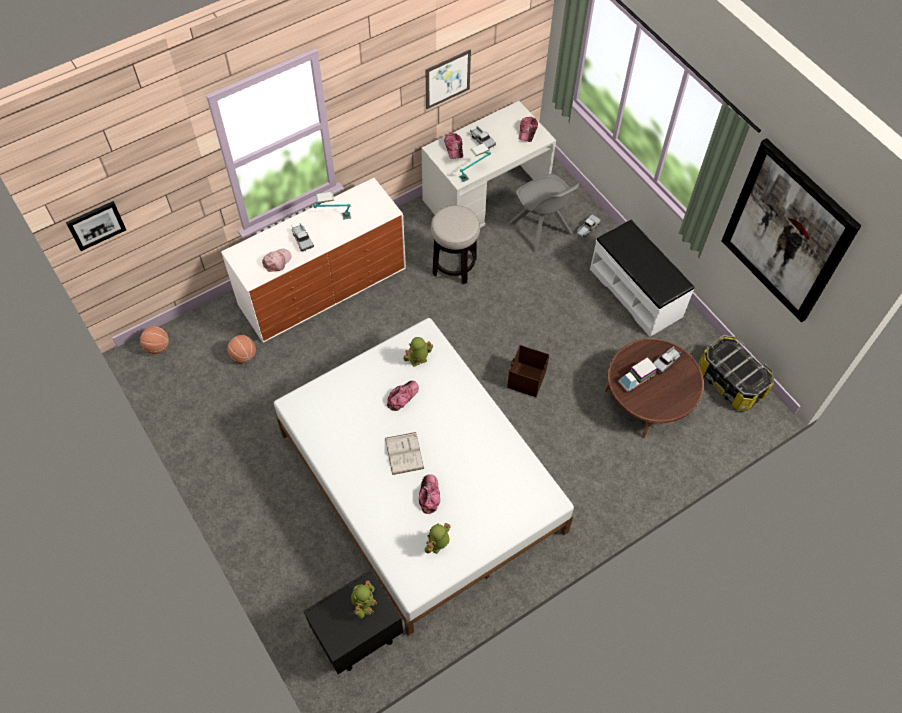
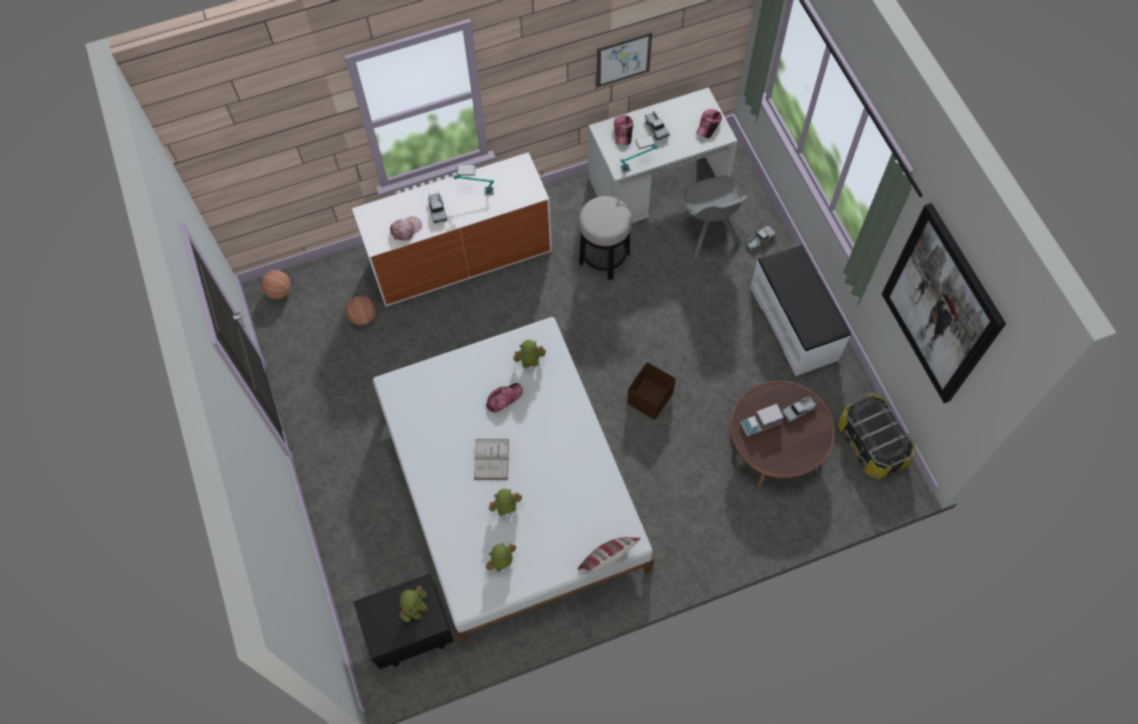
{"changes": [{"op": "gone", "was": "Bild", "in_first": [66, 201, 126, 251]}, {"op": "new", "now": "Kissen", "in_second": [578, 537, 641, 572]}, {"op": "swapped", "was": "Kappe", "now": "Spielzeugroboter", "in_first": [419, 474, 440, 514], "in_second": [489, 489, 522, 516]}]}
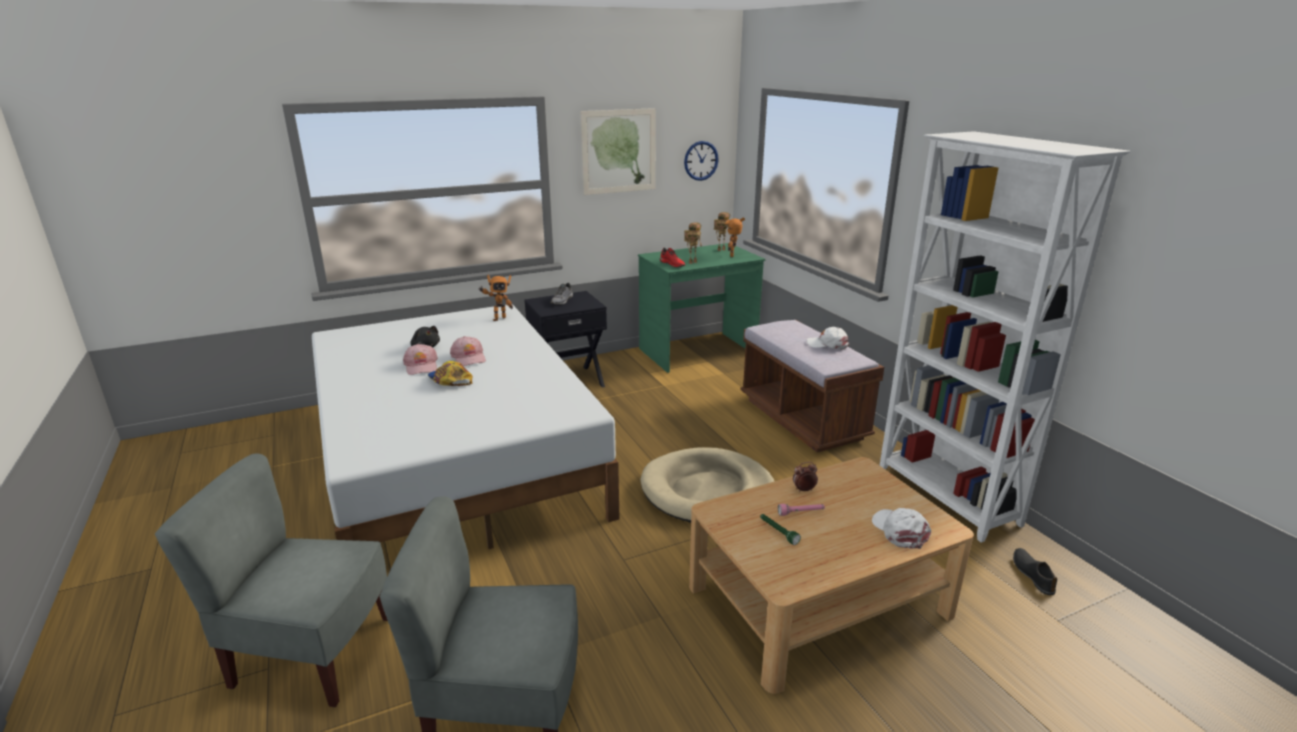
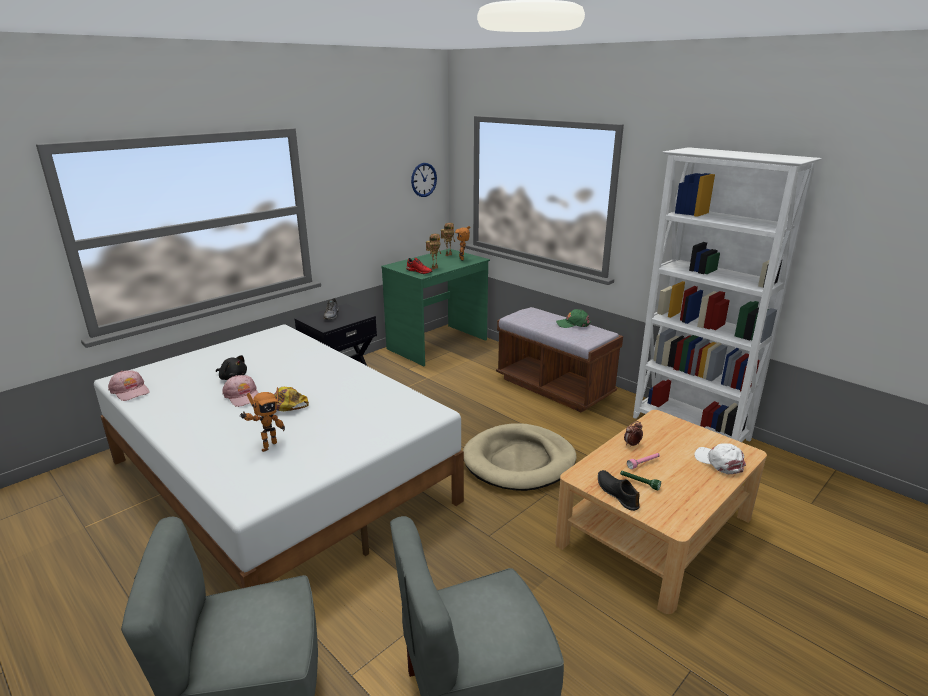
{"changes": [{"op": "gone", "was": "Bild", "in_first": [580, 108, 656, 195]}, {"op": "shifted", "was": "Kappe (rosa)", "in_first": [450, 336, 486, 366], "in_second": [108, 370, 150, 401]}, {"op": "shifted", "was": "Spielzeugroboter", "in_first": [479, 274, 513, 321], "in_second": [240, 387, 285, 452]}, {"op": "shifted", "was": "Schuh (schwarz)", "in_first": [1013, 548, 1057, 595], "in_second": [598, 470, 640, 511]}, {"op": "repainted", "was": "Kappe (weiß)", "now": "Kappe (grün)", "in_first": [807, 327, 849, 350], "in_second": [556, 309, 591, 328]}]}
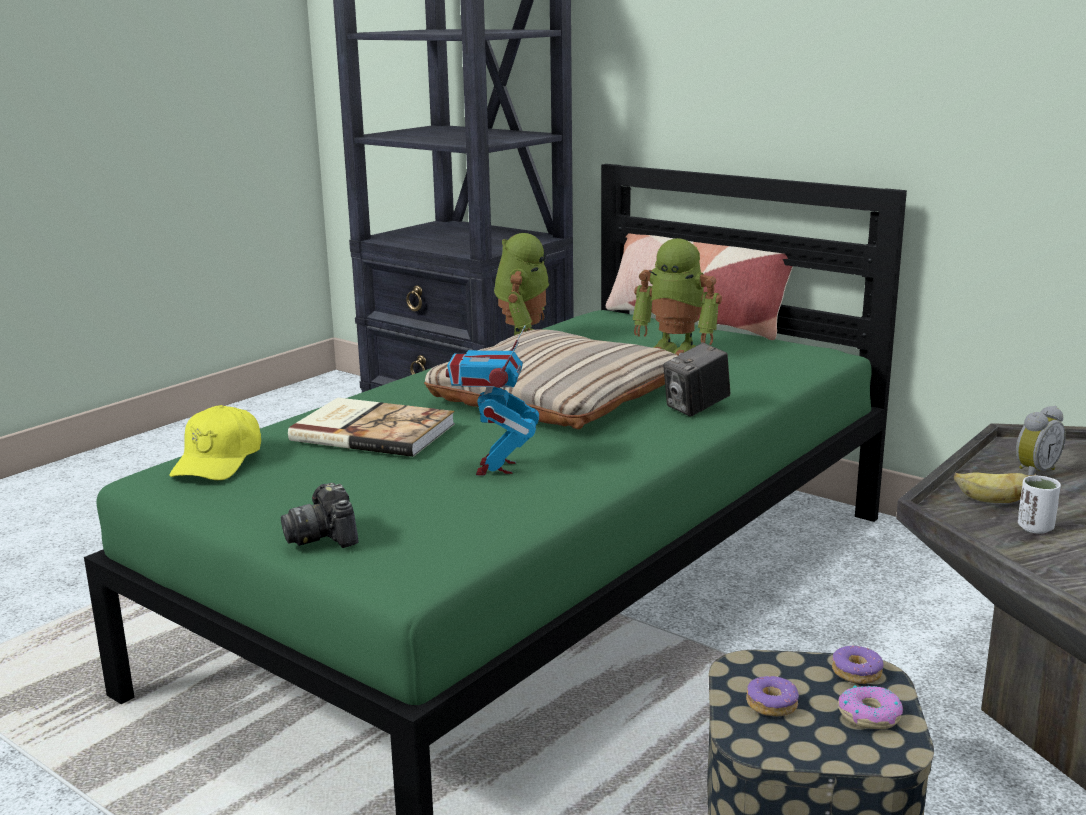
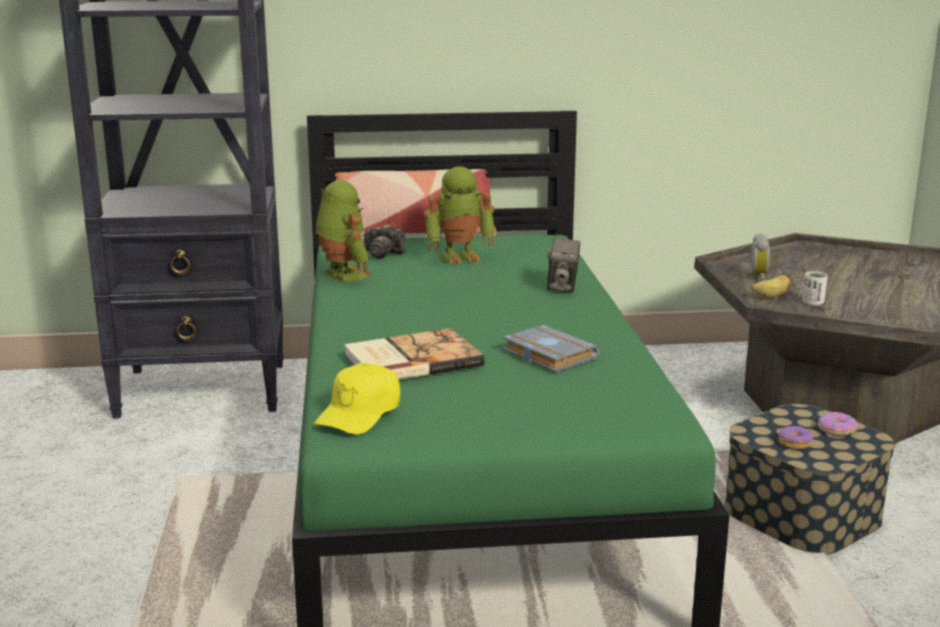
{"changes": [{"op": "gone", "was": "Kissen (beige)", "in_first": [424, 329, 678, 429]}, {"op": "gone", "was": "Donut", "in_first": [832, 646, 884, 684]}, {"op": "shifted", "was": "Kamera", "in_first": [281, 483, 359, 548], "in_second": [363, 224, 406, 259]}, {"op": "swapped", "was": "Spielzeugroboter", "now": "Buch (grau)", "in_first": [446, 326, 539, 476], "in_second": [502, 325, 599, 372]}, {"op": "rotated", "was": "Kappe (gelb)", "in_first": [169, 405, 261, 480], "in_second": [314, 363, 400, 435], "clockwise": 60}]}
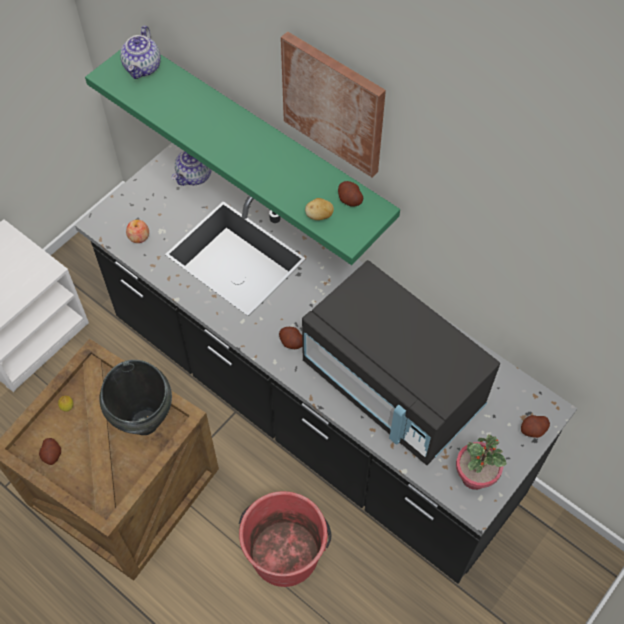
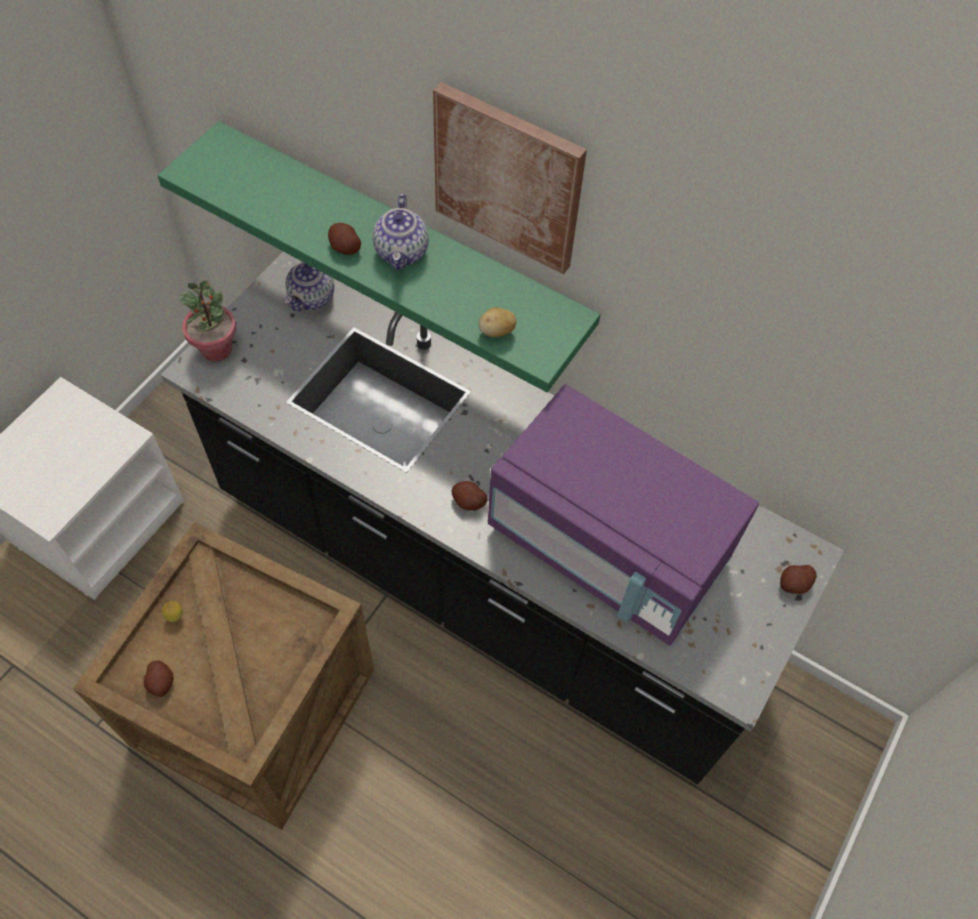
{"changes": [{"op": "gone", "was": "Kochtopf (schwarz)", "in_first": [99, 360, 172, 435]}, {"op": "gone", "was": "Apfel", "in_first": [126, 220, 149, 243]}, {"op": "gone", "was": "Eimer (rot)", "in_first": [239, 491, 332, 587]}, {"op": "shifted", "was": "Teekanne", "in_first": [120, 26, 161, 79], "in_second": [373, 194, 429, 270]}, {"op": "shifted", "was": "Kartoffel", "in_first": [338, 181, 363, 206], "in_second": [328, 223, 361, 255]}, {"op": "shifted", "was": "Topfpflanze", "in_first": [456, 434, 507, 490], "in_second": [179, 281, 236, 362]}, {"op": "repainted", "was": "Mikrowelle (schwarz)", "now": "Mikrowelle (lila)", "in_first": [302, 260, 500, 465], "in_second": [488, 384, 759, 646]}]}
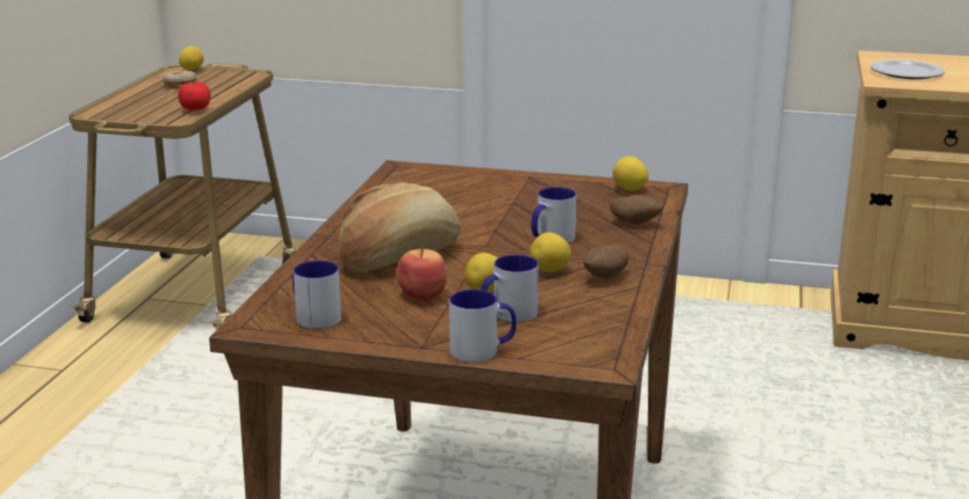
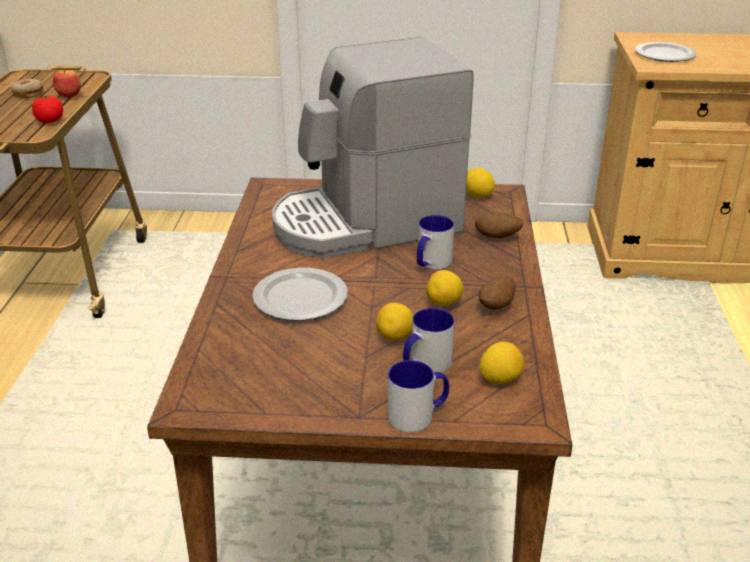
{"changes": [{"op": "gone", "was": "Henkelbecher", "in_first": [292, 260, 341, 329]}, {"op": "new", "now": "Kaffeemaschine", "in_second": [272, 37, 474, 259]}, {"op": "shifted", "was": "Zitrone", "in_first": [179, 46, 204, 70], "in_second": [480, 342, 524, 384]}, {"op": "shifted", "was": "Apfel", "in_first": [396, 248, 447, 302], "in_second": [53, 69, 81, 98]}, {"op": "swapped", "was": "Brot", "now": "Teller", "in_first": [339, 183, 461, 272], "in_second": [252, 268, 348, 321]}]}
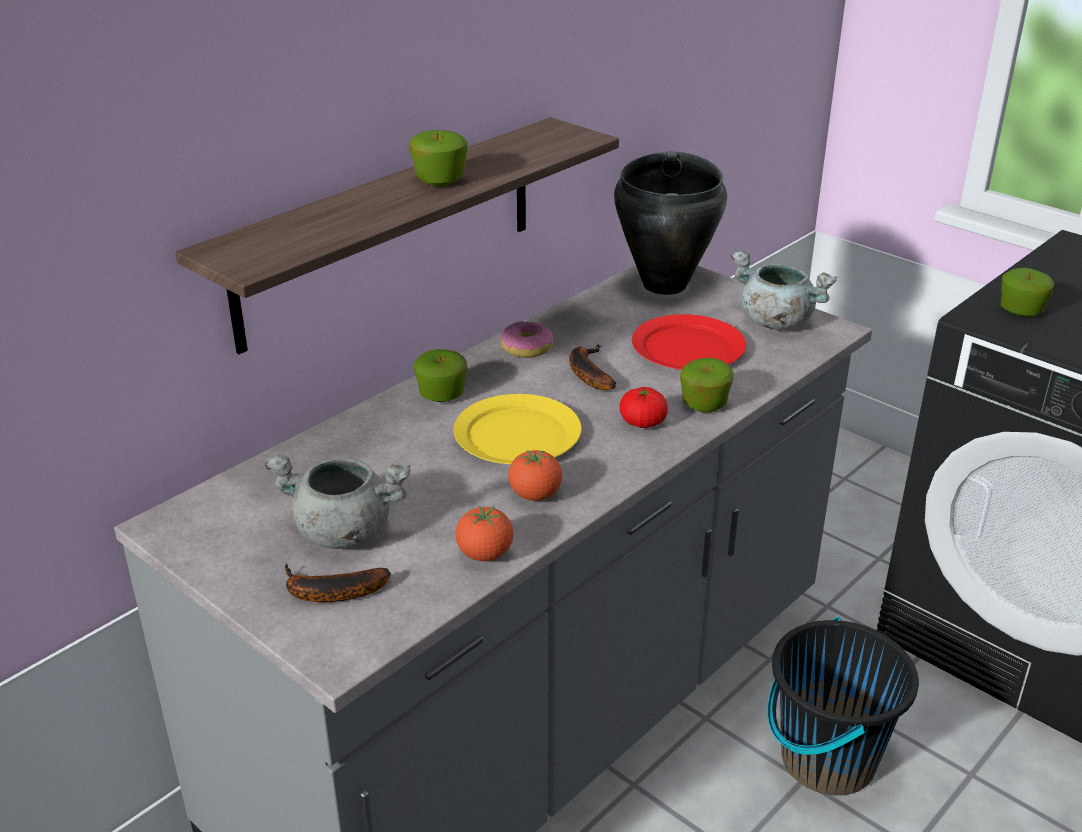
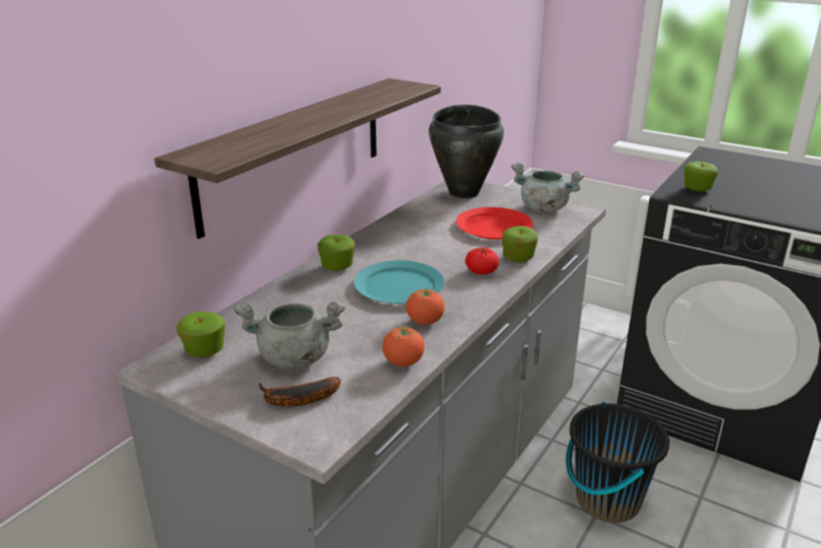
{"changes": [{"op": "gone", "was": "Donut", "in_first": [500, 321, 553, 358]}, {"op": "gone", "was": "Banane", "in_first": [569, 344, 616, 390]}, {"op": "shifted", "was": "Apfel", "in_first": [409, 130, 468, 187], "in_second": [176, 312, 225, 358]}, {"op": "repainted", "was": "Teller (gelb)", "now": "Teller (türkis)", "in_first": [453, 394, 582, 464], "in_second": [354, 260, 444, 304]}]}
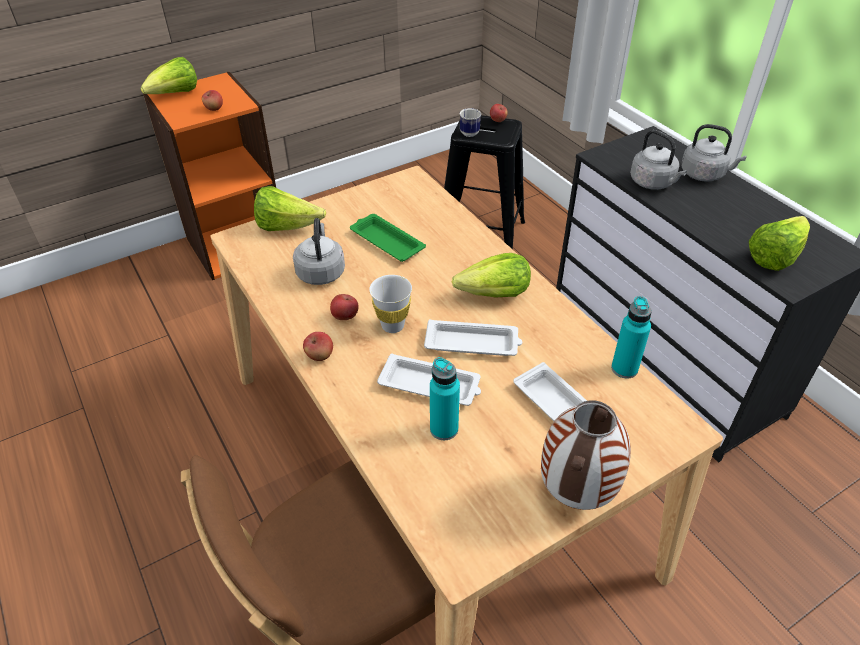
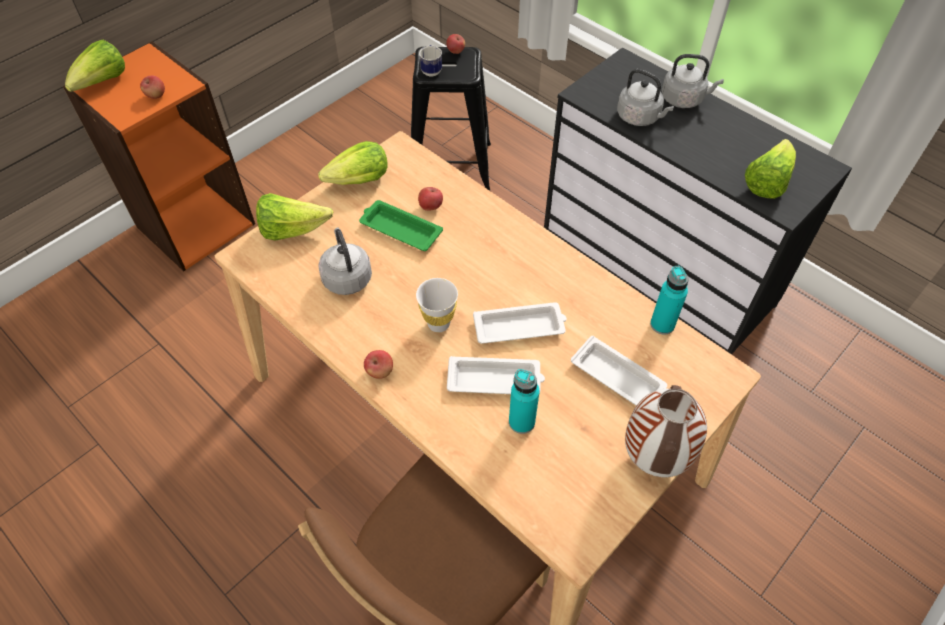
{"changes": [{"op": "shifted", "was": "Apfel", "in_first": [330, 294, 359, 320], "in_second": [418, 187, 443, 211]}, {"op": "shifted", "was": "Salatkopf", "in_first": [452, 253, 531, 298], "in_second": [318, 141, 388, 185]}]}
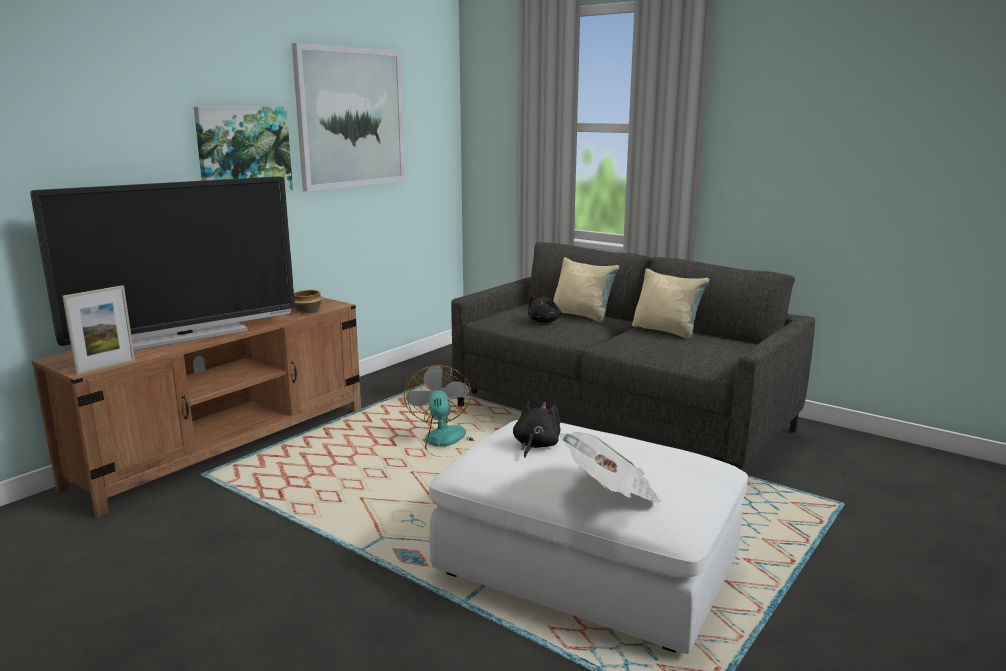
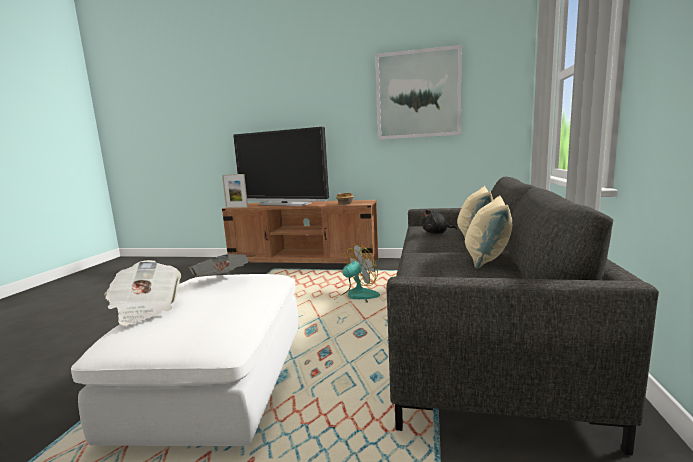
{"changes": [{"op": "gone", "was": "Bild", "in_first": [194, 107, 293, 192]}, {"op": "swapped", "was": "Plüschtier (schwarz)", "now": "Zeitung", "in_first": [513, 401, 560, 458], "in_second": [189, 254, 249, 276]}]}
